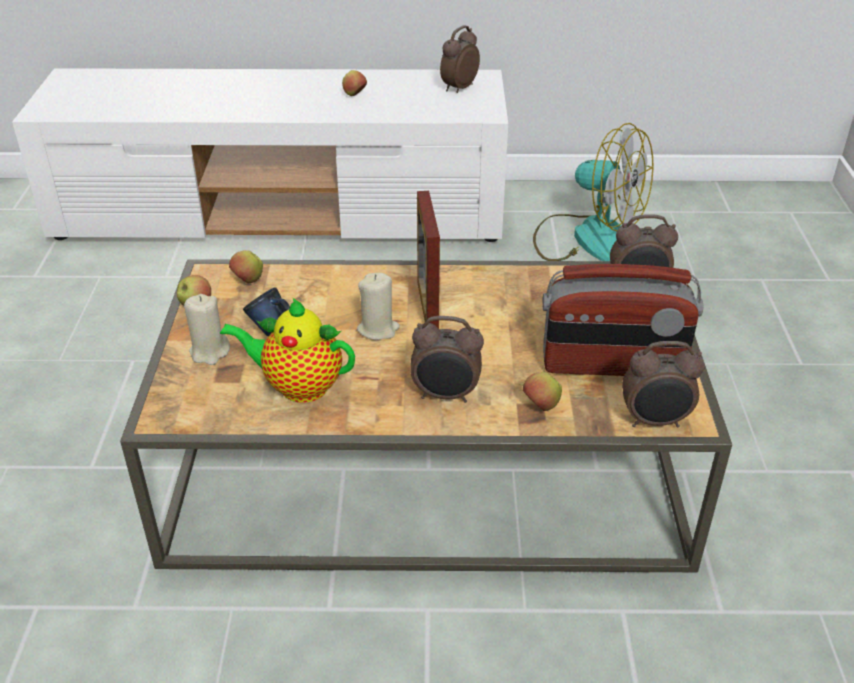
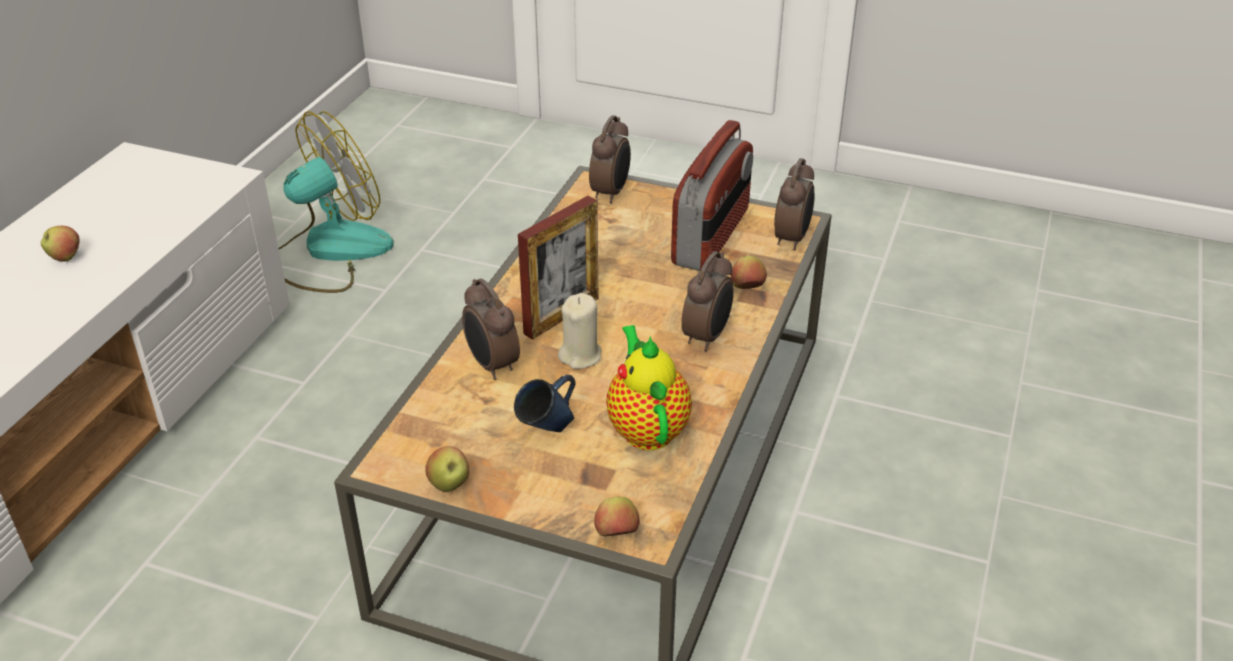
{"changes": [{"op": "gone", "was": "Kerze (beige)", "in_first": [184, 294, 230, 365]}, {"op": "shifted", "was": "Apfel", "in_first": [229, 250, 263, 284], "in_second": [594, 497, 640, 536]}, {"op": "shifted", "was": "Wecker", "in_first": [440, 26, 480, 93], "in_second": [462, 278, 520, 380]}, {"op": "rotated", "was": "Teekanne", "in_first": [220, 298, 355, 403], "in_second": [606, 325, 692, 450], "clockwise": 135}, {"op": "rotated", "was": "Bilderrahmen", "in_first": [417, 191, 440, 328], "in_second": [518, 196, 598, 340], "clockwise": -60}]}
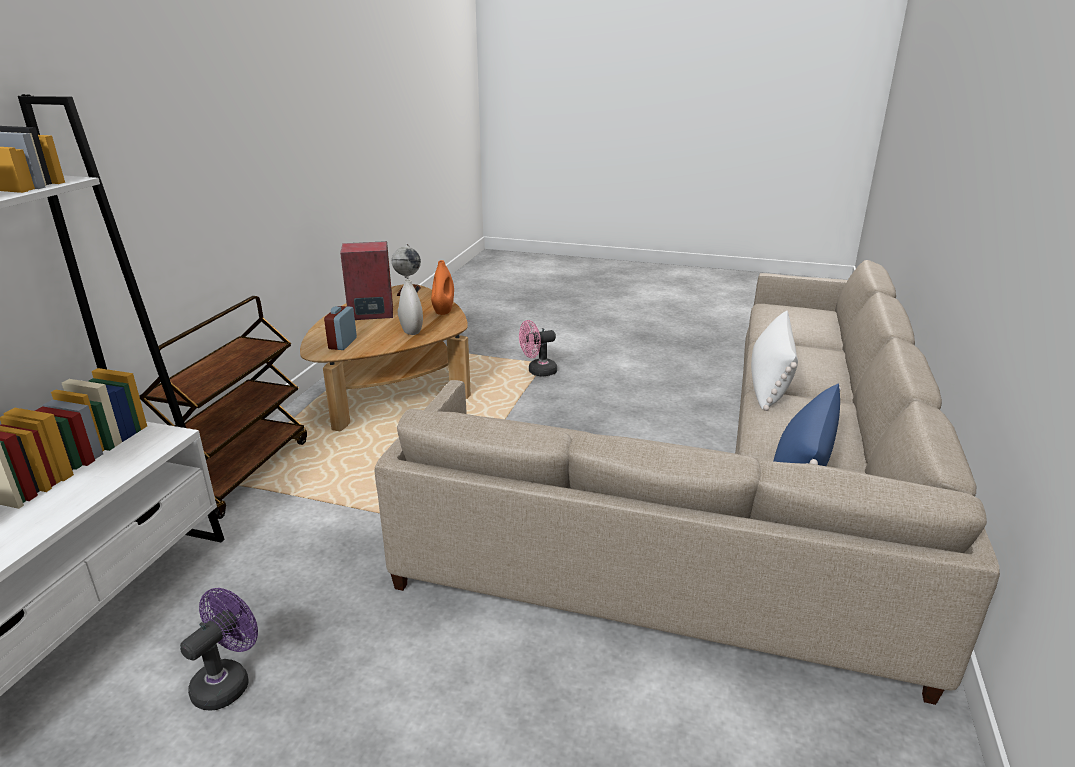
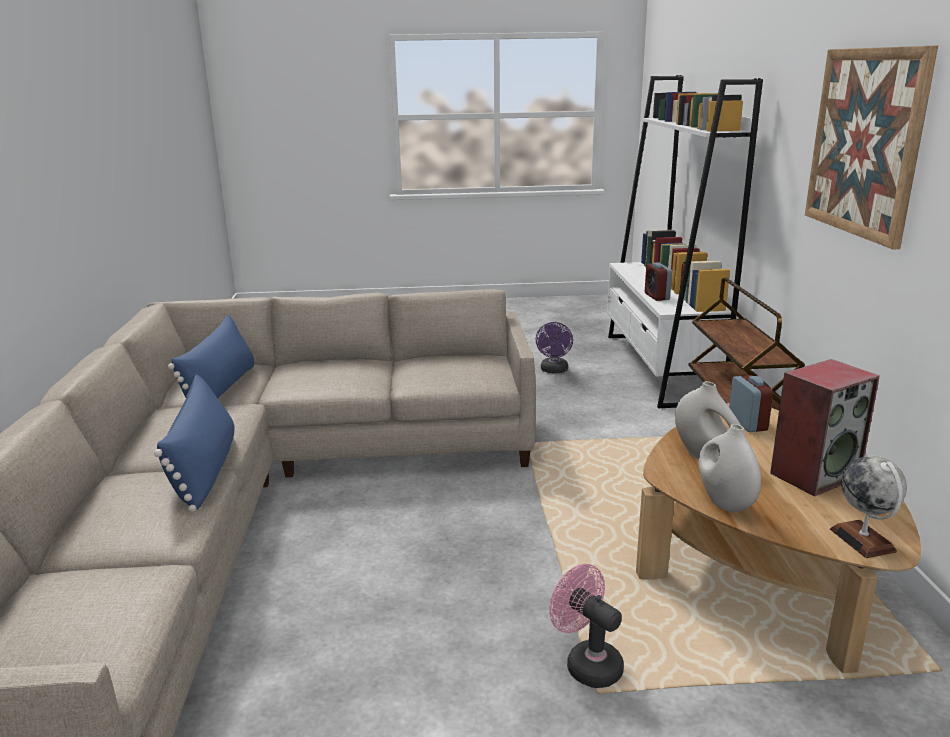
{"changes": [{"op": "new", "now": "Wecker", "in_second": [645, 263, 672, 301]}, {"op": "new", "now": "Bild", "in_second": [805, 46, 938, 249]}, {"op": "repainted", "was": "Vase (orange)", "now": "Vase (weiß)", "in_first": [431, 260, 454, 315], "in_second": [699, 424, 761, 512]}, {"op": "repainted", "was": "Kissen (weiß)", "now": "Kissen (blau)", "in_first": [751, 310, 798, 411], "in_second": [154, 374, 235, 512]}, {"op": "rotated", "was": "Ventilator (rosa)", "in_first": [519, 320, 557, 377], "in_second": [549, 564, 624, 688], "clockwise": -90}]}
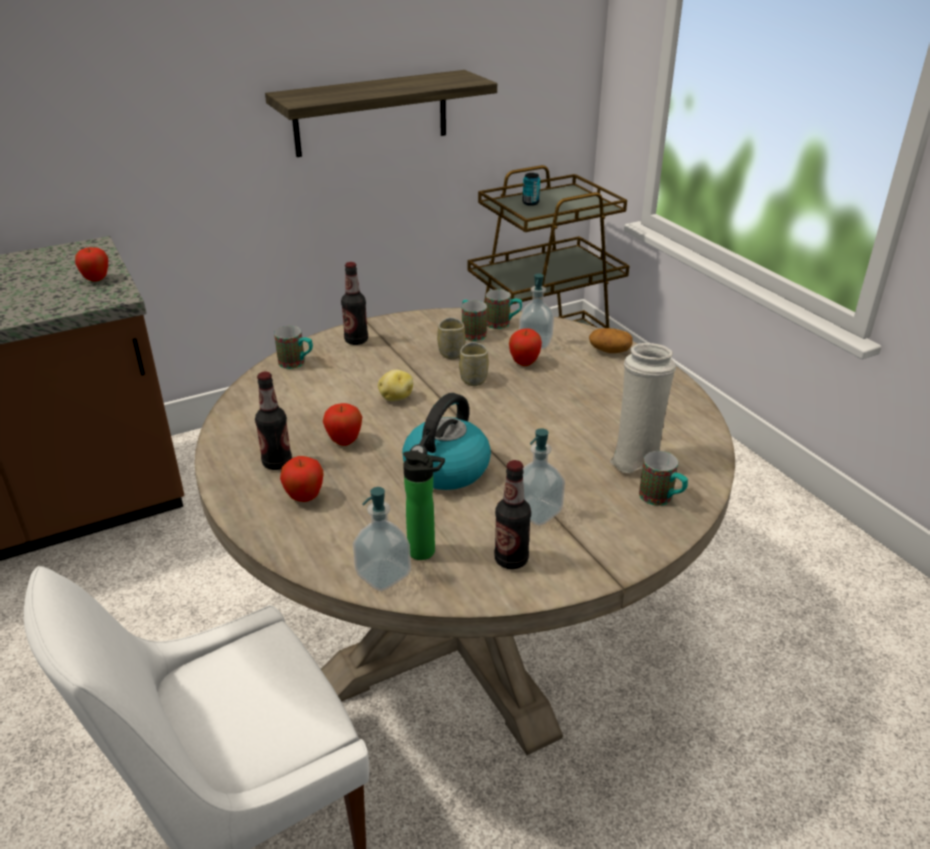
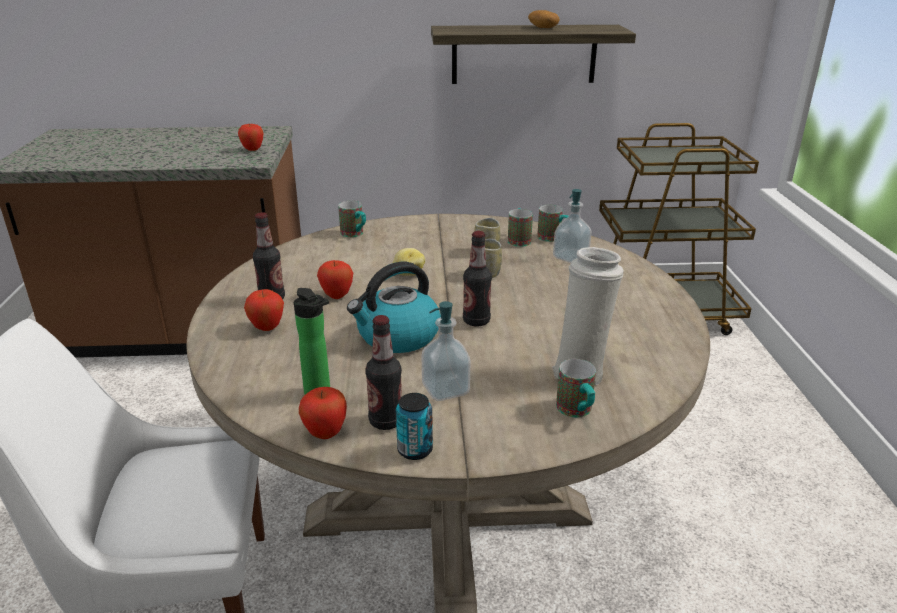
{"changes": [{"op": "gone", "was": "Seifenspender", "in_first": [353, 487, 411, 591]}, {"op": "shifted", "was": "Flasche", "in_first": [341, 262, 368, 345], "in_second": [463, 231, 492, 326]}, {"op": "shifted", "was": "Apfel", "in_first": [509, 328, 542, 366], "in_second": [299, 387, 347, 439]}, {"op": "shifted", "was": "Dose", "in_first": [522, 173, 540, 206], "in_second": [396, 393, 433, 460]}, {"op": "shifted", "was": "Kartoffel", "in_first": [589, 328, 633, 353], "in_second": [528, 10, 560, 28]}]}
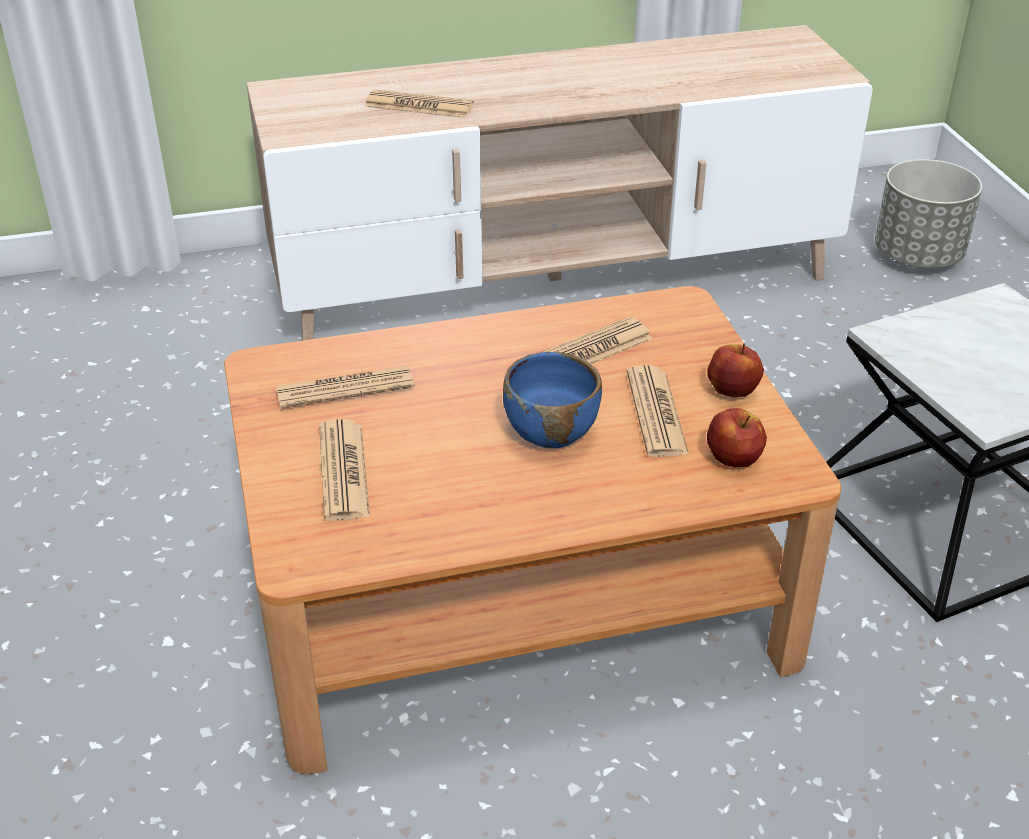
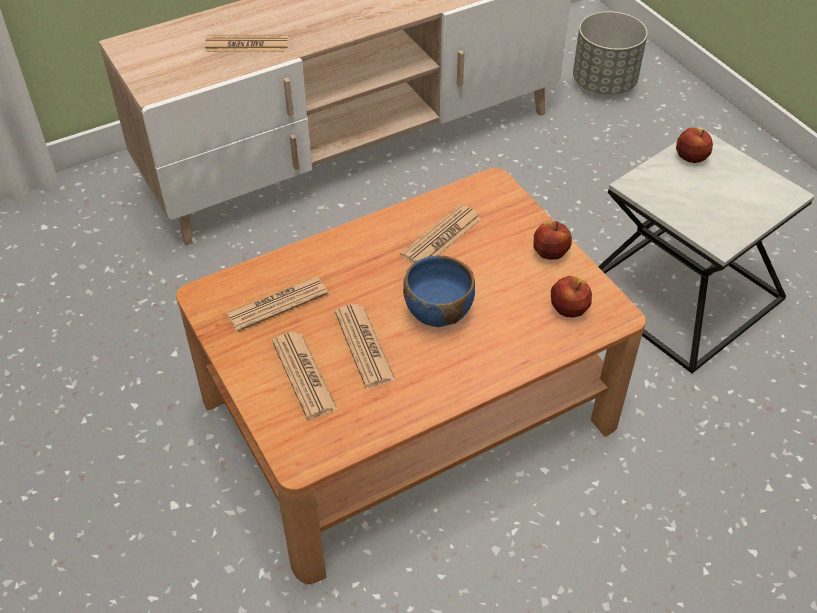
{"changes": [{"op": "new", "now": "Apfel", "in_second": [676, 128, 713, 163]}, {"op": "shifted", "was": "Zeitung", "in_first": [627, 365, 689, 457], "in_second": [335, 304, 396, 388]}]}
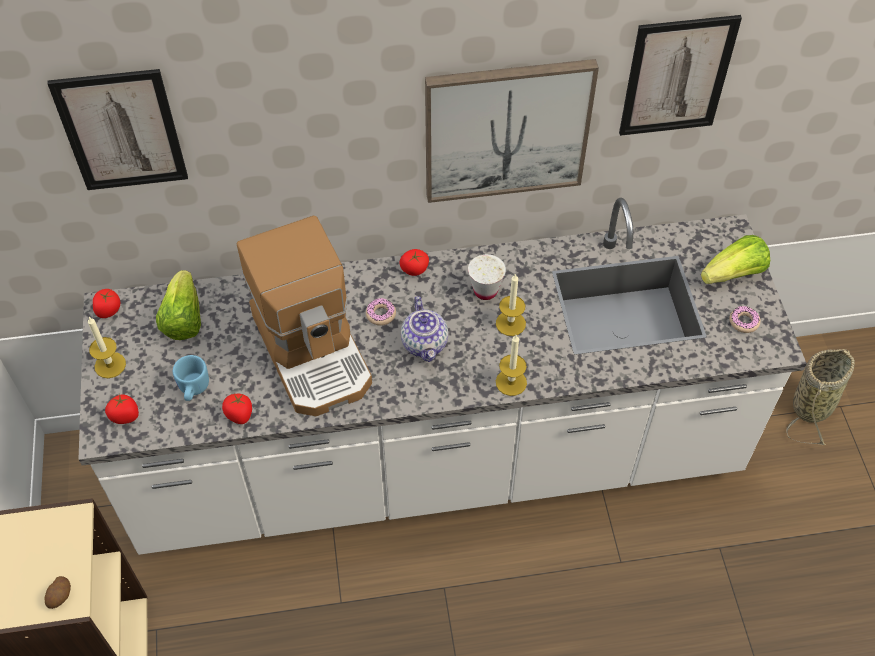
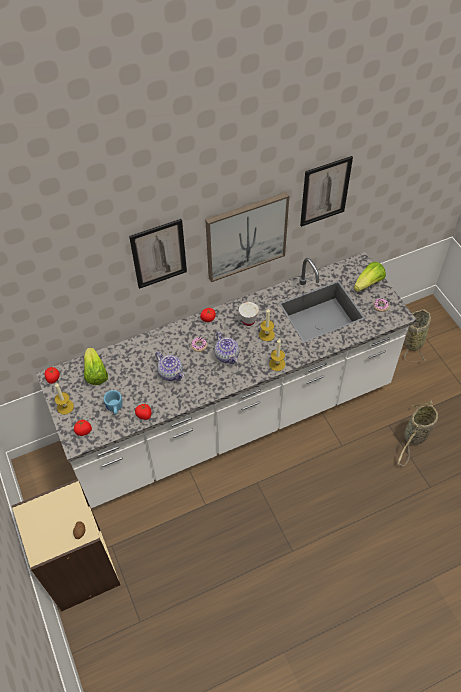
{"changes": [{"op": "new", "now": "Korb", "in_second": [398, 401, 438, 466]}, {"op": "shifted", "was": "Bild", "in_first": [47, 69, 188, 190], "in_second": [129, 219, 187, 289]}, {"op": "swapped", "was": "Kaffeemaschine", "now": "Teekanne", "in_first": [237, 216, 372, 416], "in_second": [155, 352, 184, 381]}]}
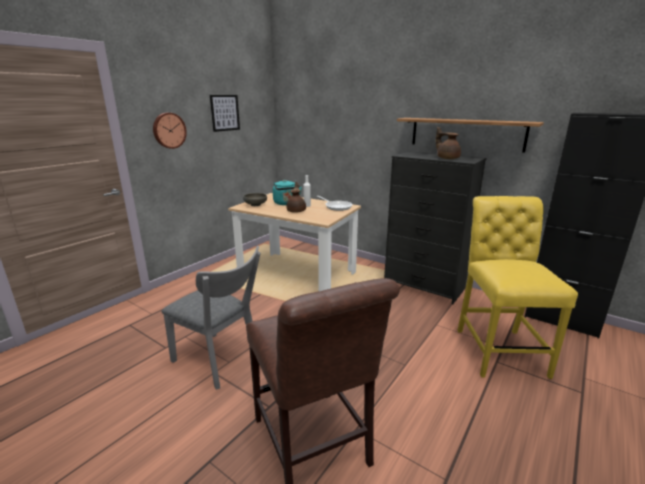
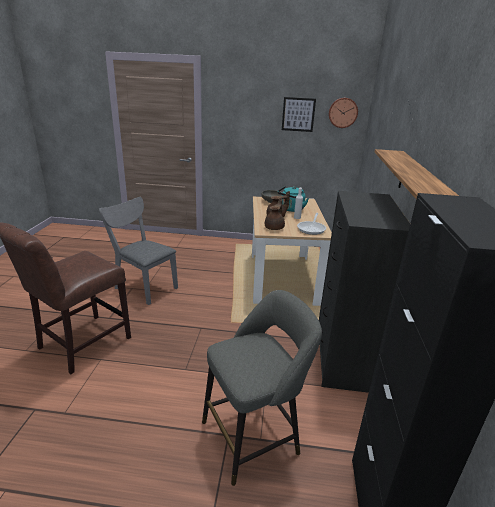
{"changes": [{"op": "shifted", "was": "Wanduhr", "in_first": [153, 113, 187, 149], "in_second": [329, 98, 358, 128]}, {"op": "shifted", "was": "Teekanne (braun)", "in_first": [436, 127, 461, 159], "in_second": [265, 198, 285, 230]}, {"op": "swapped", "was": "Stuhl (gelb)", "now": "Hocker (grau)", "in_first": [457, 196, 578, 379], "in_second": [202, 290, 322, 486]}, {"op": "rotated", "was": "Stuhl (grau)", "in_first": [162, 246, 261, 390], "in_second": [99, 197, 178, 305], "clockwise": 120}]}
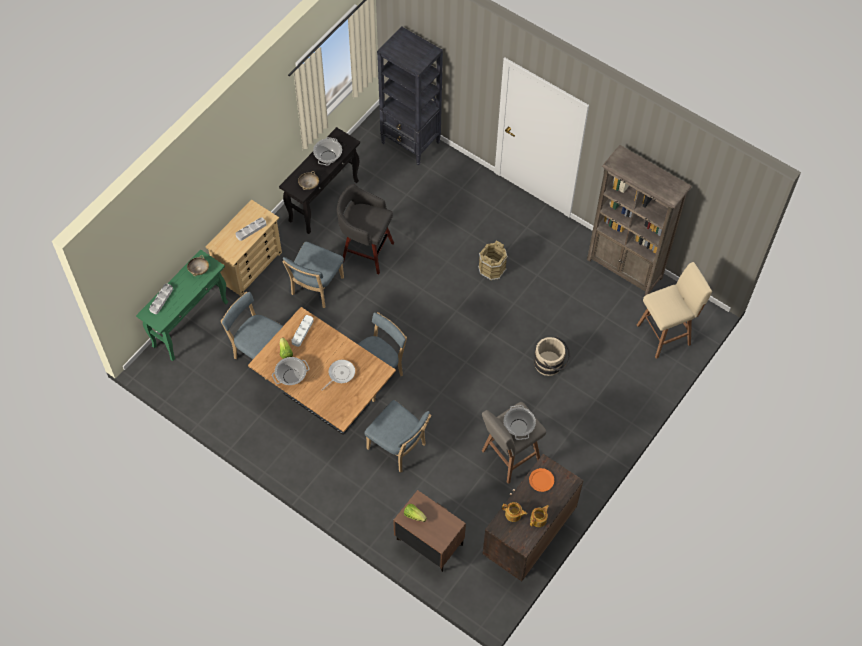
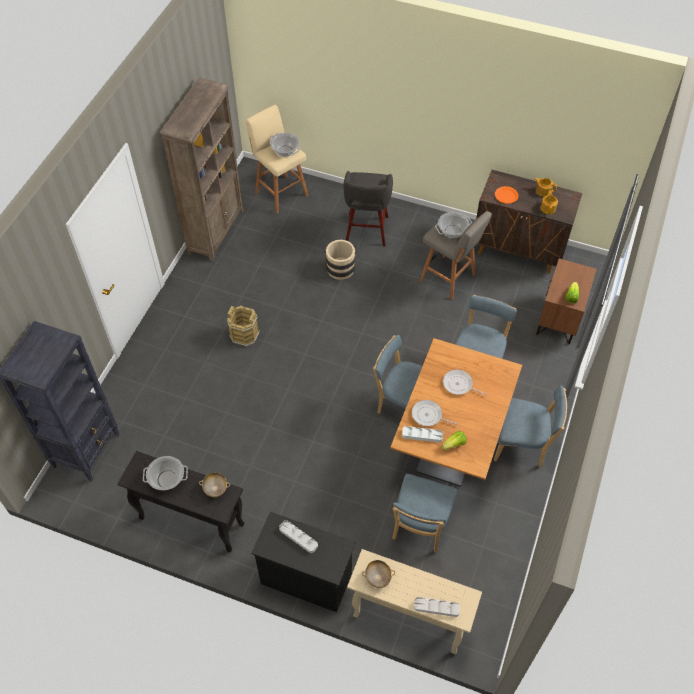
{"changes": [{"op": "new", "now": "Pfanne", "in_second": [412, 400, 458, 426]}, {"op": "shifted", "was": "Kochtopf", "in_first": [272, 357, 310, 385], "in_second": [270, 133, 300, 157]}, {"op": "shifted", "was": "Stuhl (blau)", "in_first": [282, 242, 344, 308], "in_second": [494, 385, 567, 467]}, {"op": "shifted", "was": "Hocker (grau)", "in_first": [337, 184, 394, 274], "in_second": [343, 171, 393, 247]}, {"op": "repainted", "was": "Konsolentisch (grün)", "now": "Konsolentisch (beige)", "in_first": [136, 249, 228, 361], "in_second": [347, 549, 482, 654]}, {"op": "repainted", "was": "Kommode (beige)", "now": "Kommode (schwarz)", "in_first": [206, 199, 282, 296], "in_second": [251, 512, 356, 612]}]}
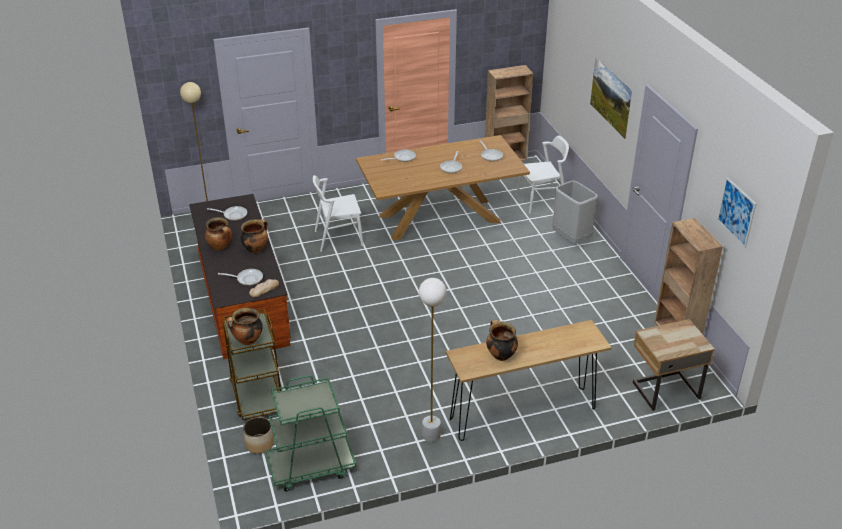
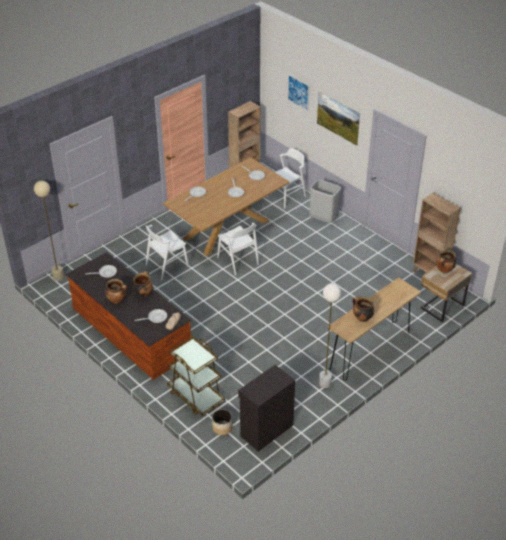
{"changes": [{"op": "new", "now": "Stuhl (weiß)", "in_second": [217, 223, 259, 275]}, {"op": "shifted", "was": "Kochtopf", "in_first": [226, 308, 263, 345], "in_second": [436, 250, 456, 273]}, {"op": "shifted", "was": "Bild", "in_first": [717, 177, 756, 248], "in_second": [287, 74, 310, 111]}, {"op": "swapped", "was": "Rollwagen (grün)", "now": "Schrank (schwarz)", "in_first": [266, 375, 356, 492], "in_second": [238, 365, 295, 451]}]}
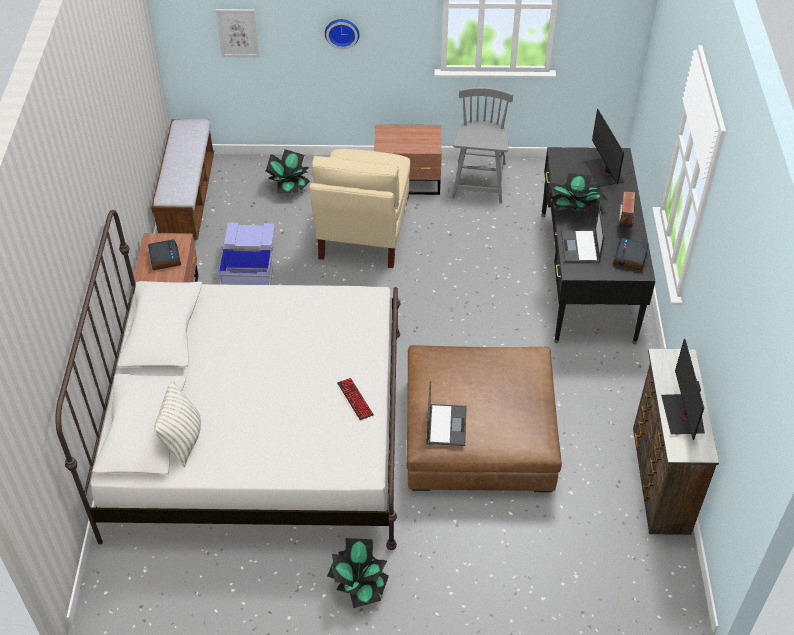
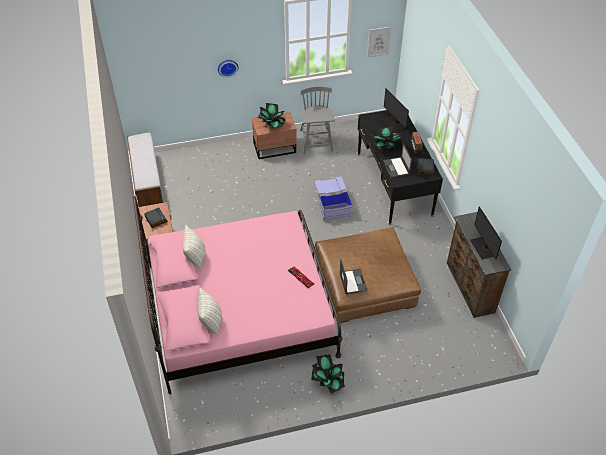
{"changes": [{"op": "gone", "was": "Stuhl (beige)", "in_first": [309, 149, 410, 268]}, {"op": "new", "now": "Kissen", "in_second": [183, 225, 206, 271]}, {"op": "shifted", "was": "Bild", "in_first": [216, 9, 260, 58], "in_second": [367, 27, 391, 58]}, {"op": "shifted", "was": "Aufbewahrungsbox (blau)", "in_first": [216, 223, 275, 285], "in_second": [315, 177, 354, 221]}, {"op": "shifted", "was": "Topfpflanze", "in_first": [265, 149, 310, 194], "in_second": [258, 103, 286, 130]}, {"op": "repainted", "was": "Bett (weiß)", "now": "Bett (rosa)", "in_first": [55, 210, 401, 550], "in_second": [133, 196, 343, 394]}]}
